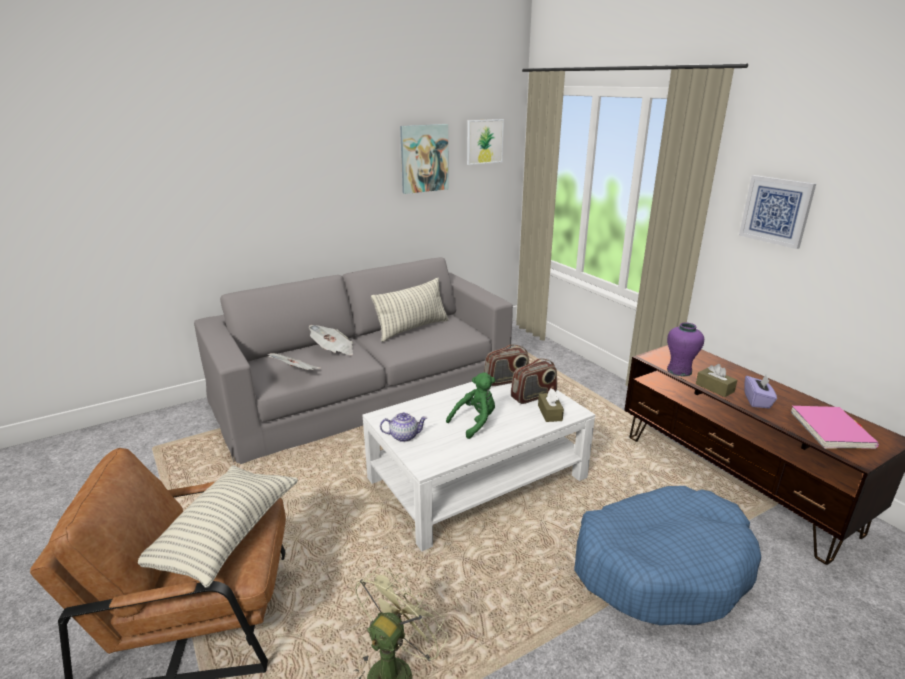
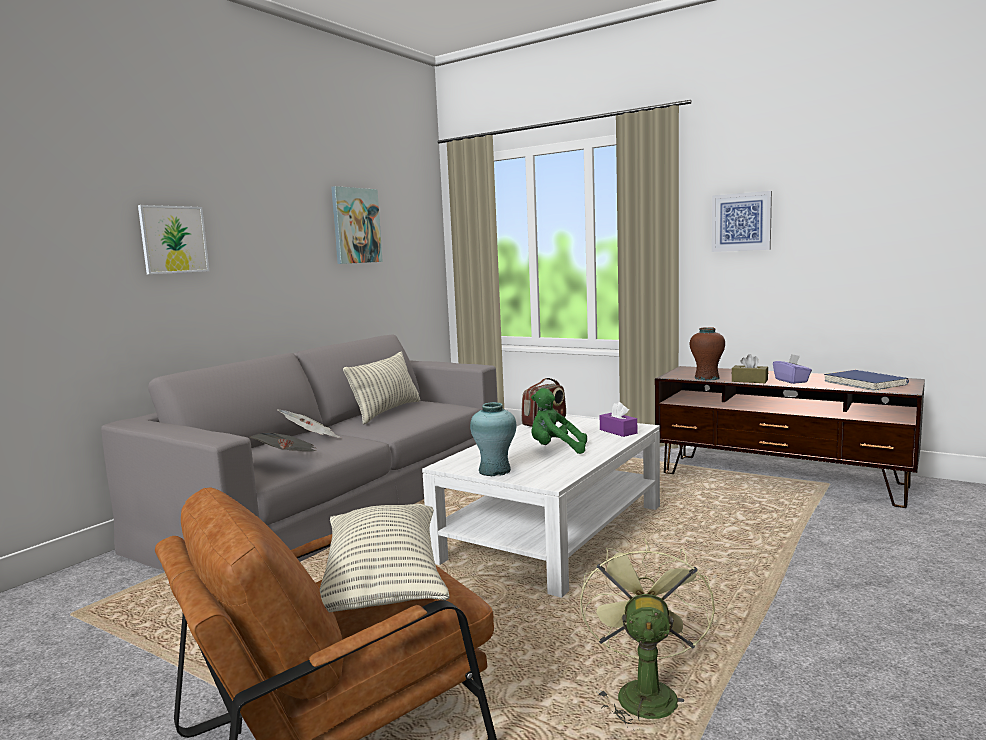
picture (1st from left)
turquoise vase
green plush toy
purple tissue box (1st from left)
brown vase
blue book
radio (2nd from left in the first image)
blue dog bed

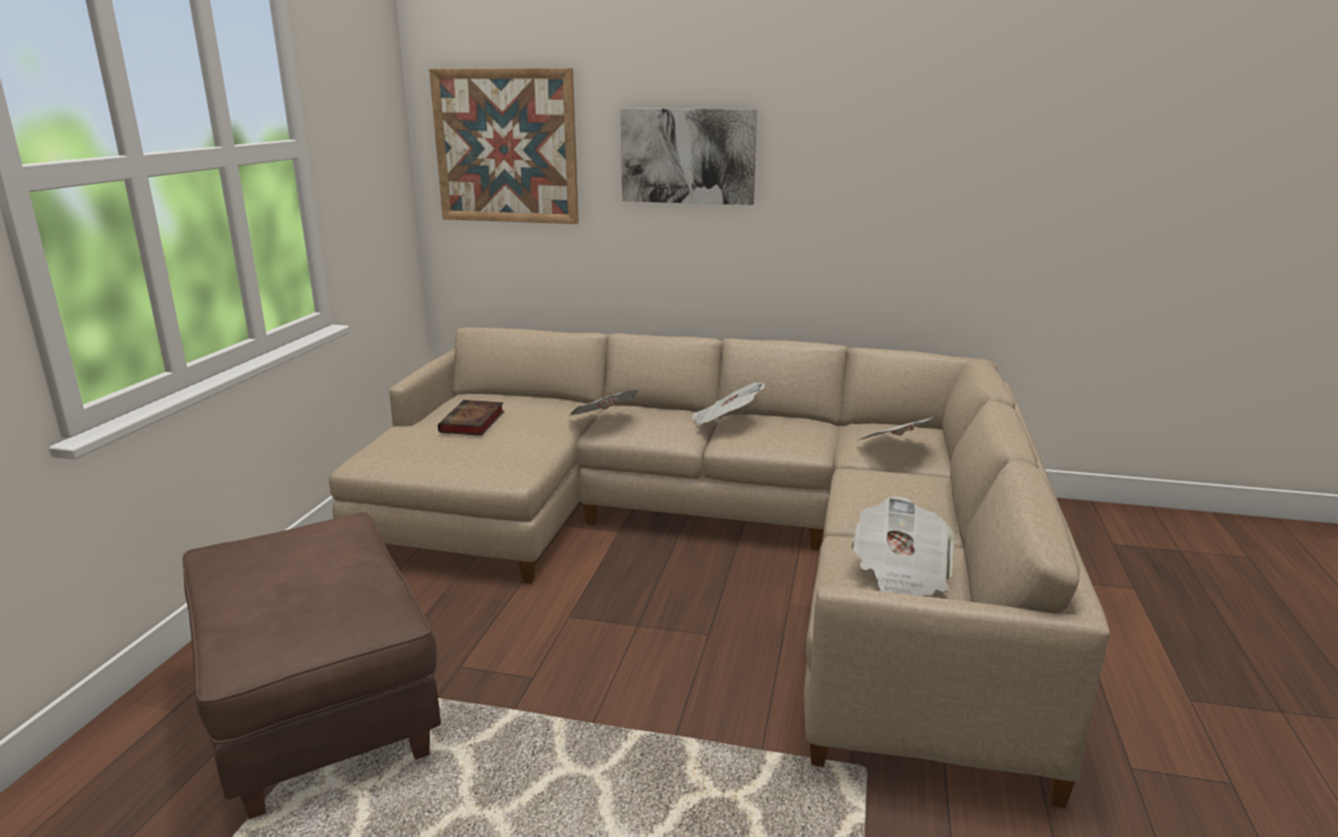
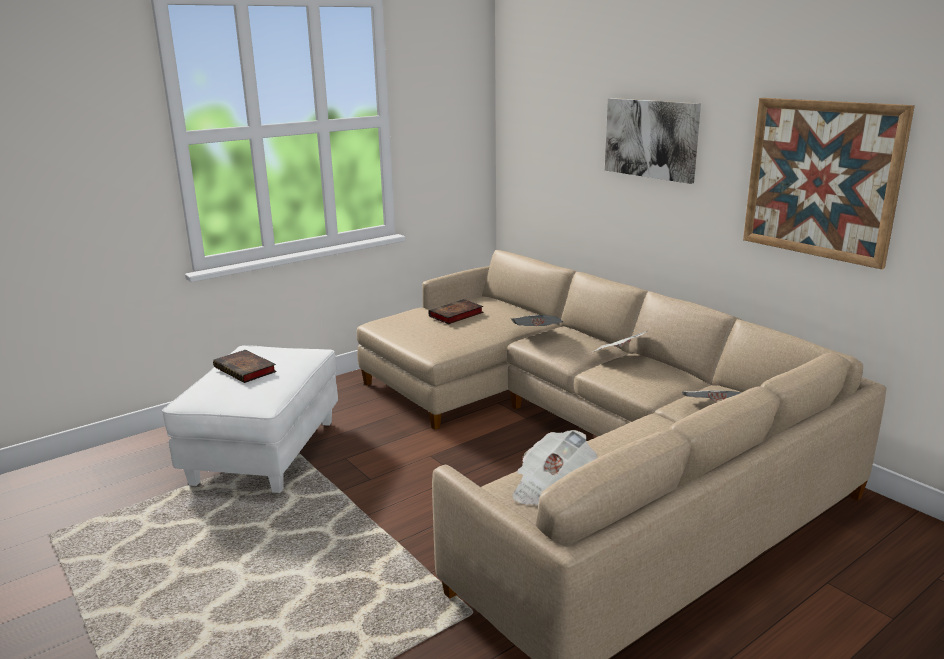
white ottoman
book (1st from left)
picture (2nd from left)

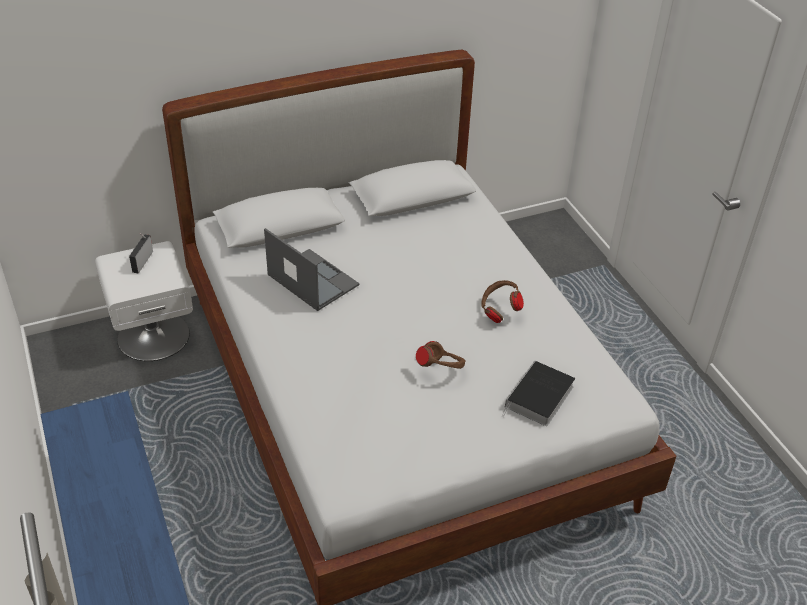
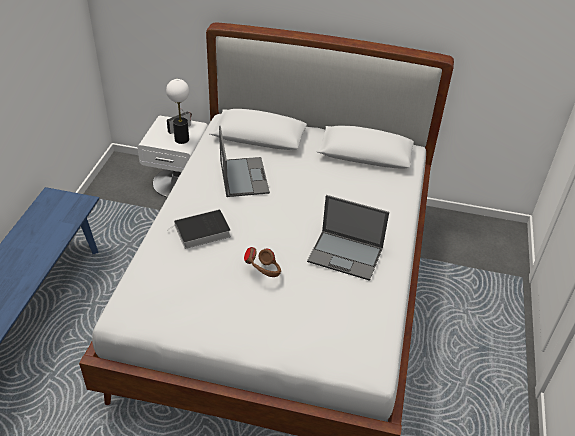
table lamp
book
laptop (2nd from left)

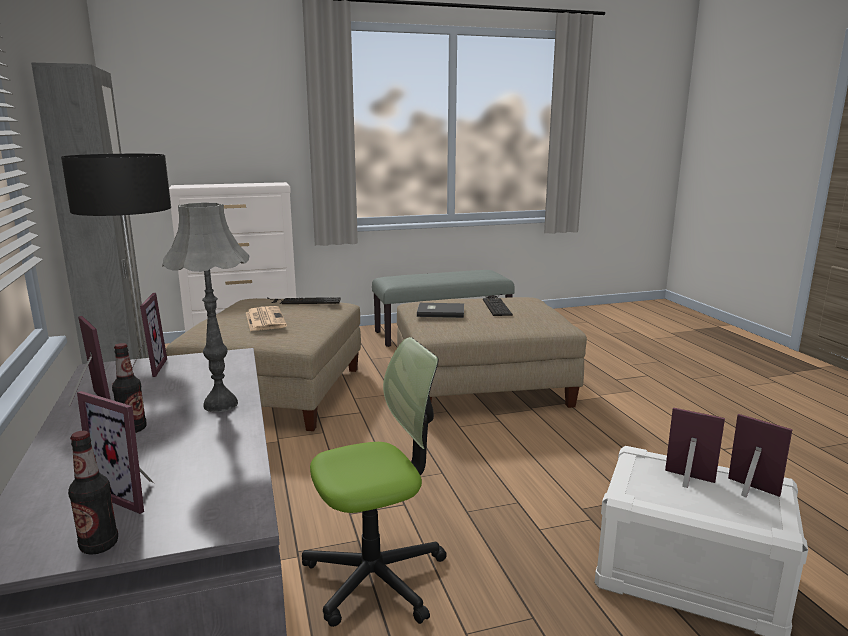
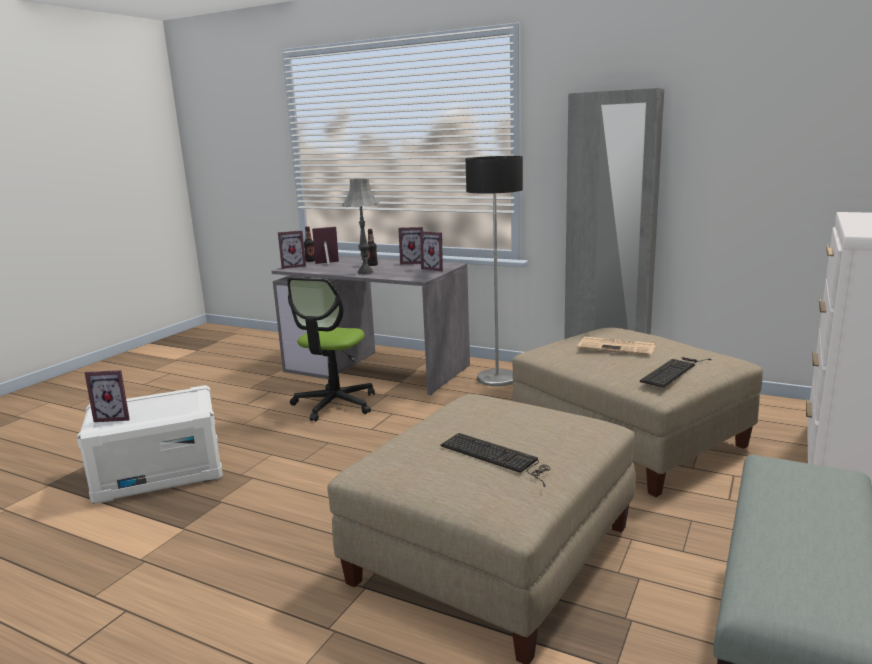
picture frame (2nd from left)
grey book

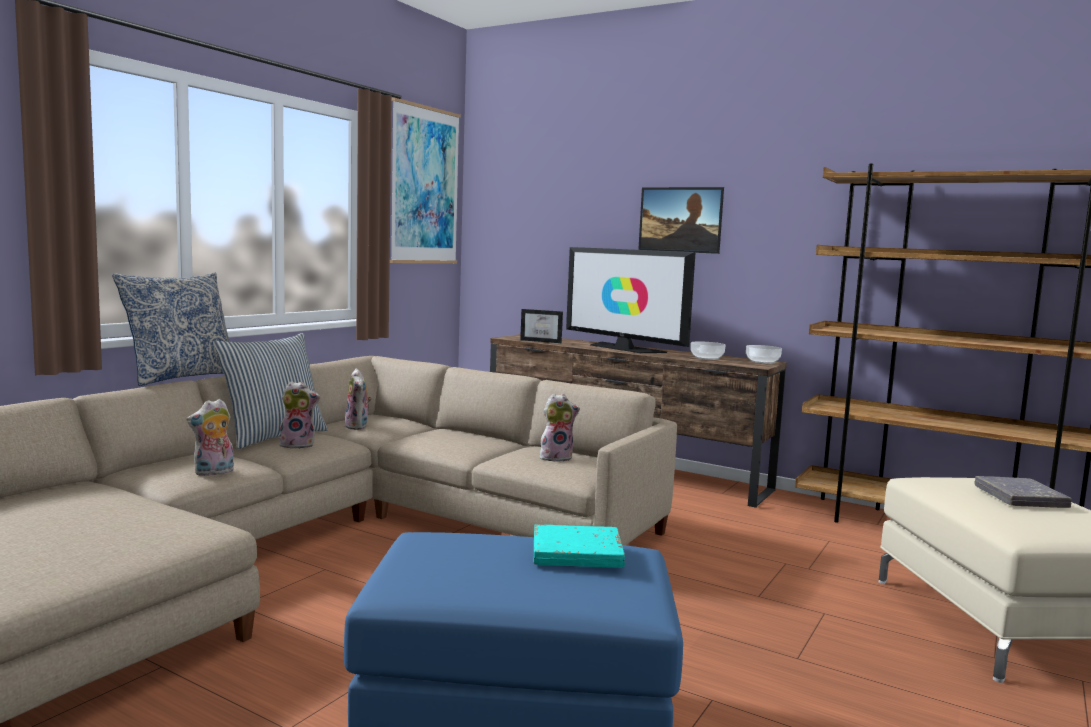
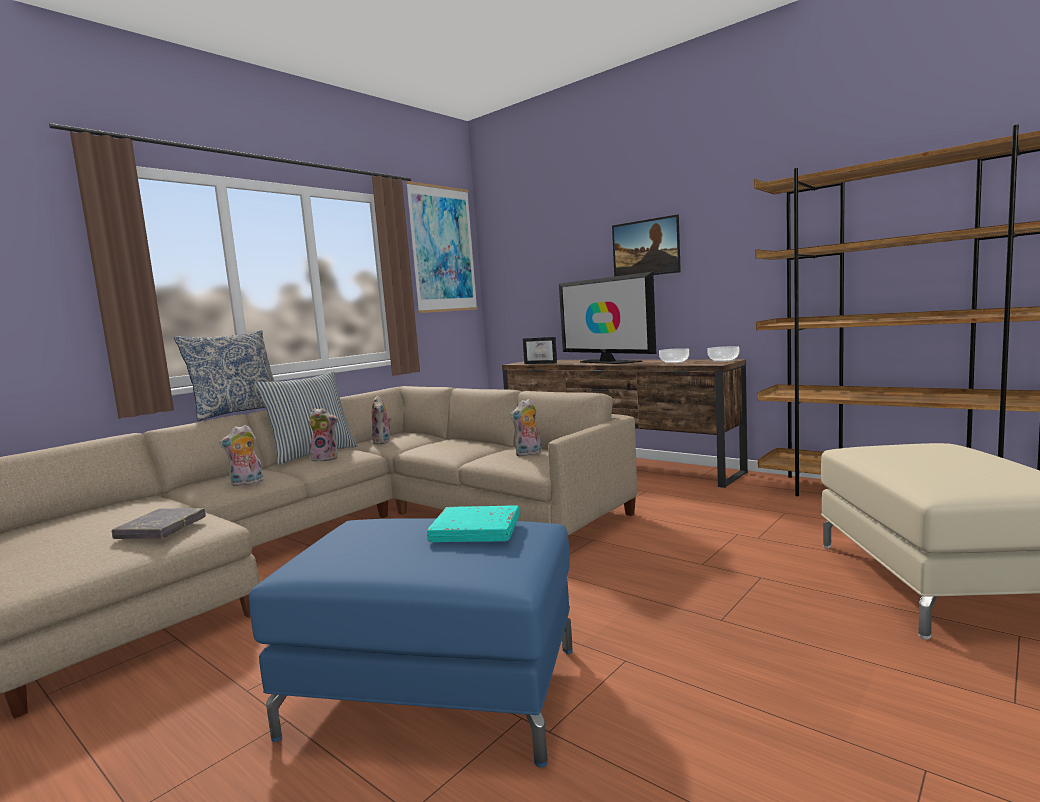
grey book
plush toy (4th from left)

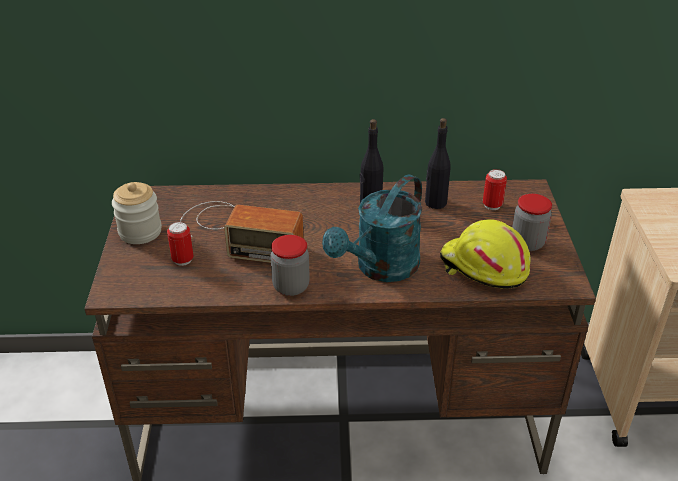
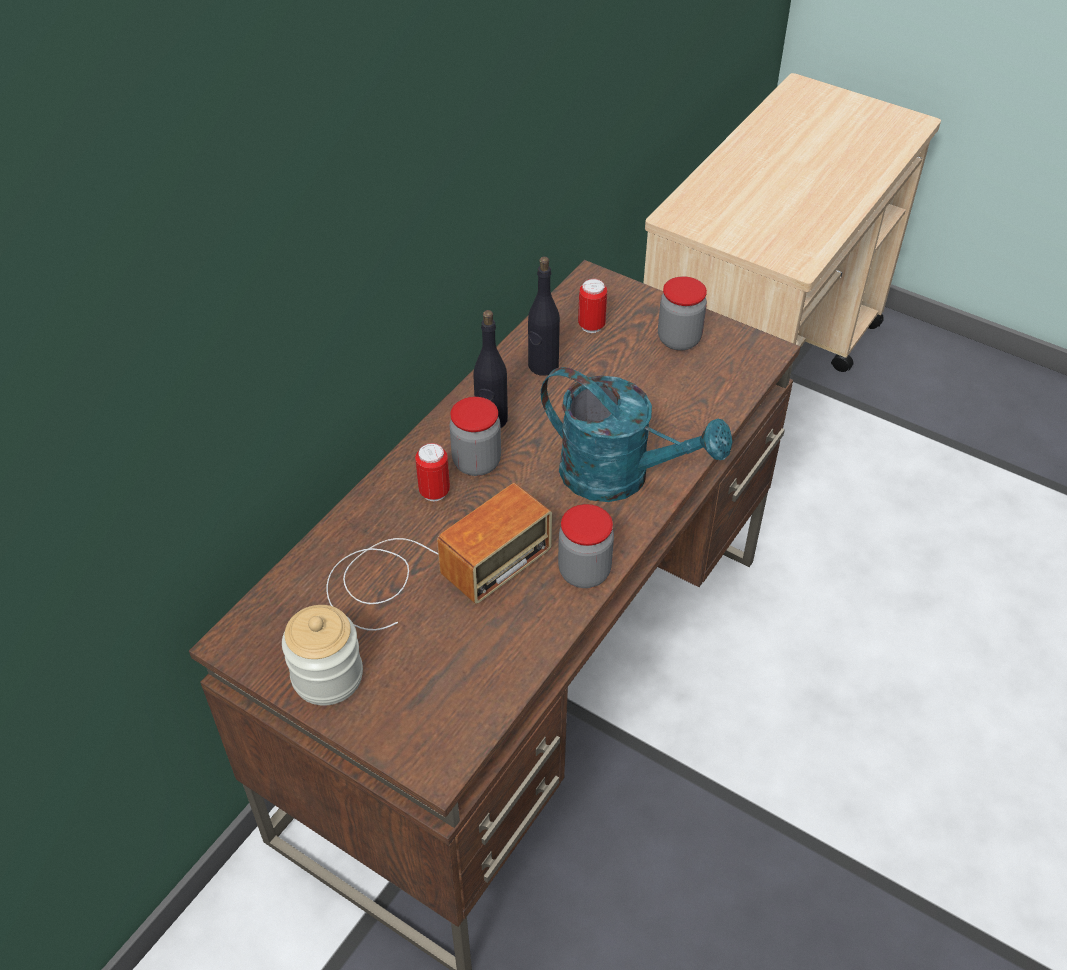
can (1st from left)
jar (2nd from left)
turquoise watering can
yellow hard hat

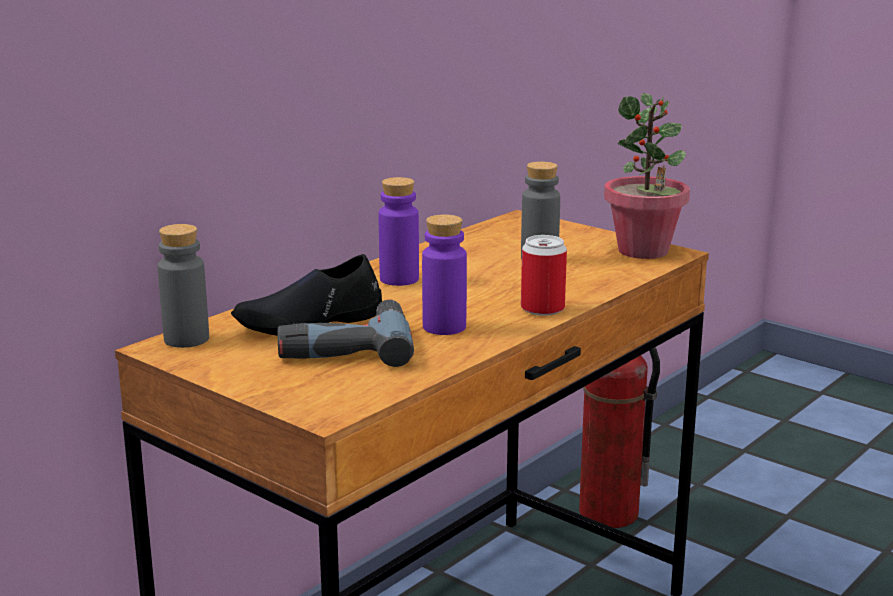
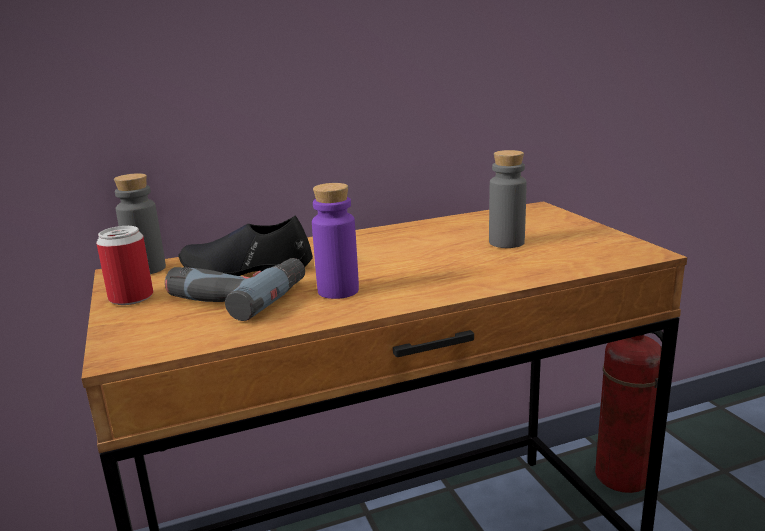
can
purple bottle (1st from left in the first image)
potted plant

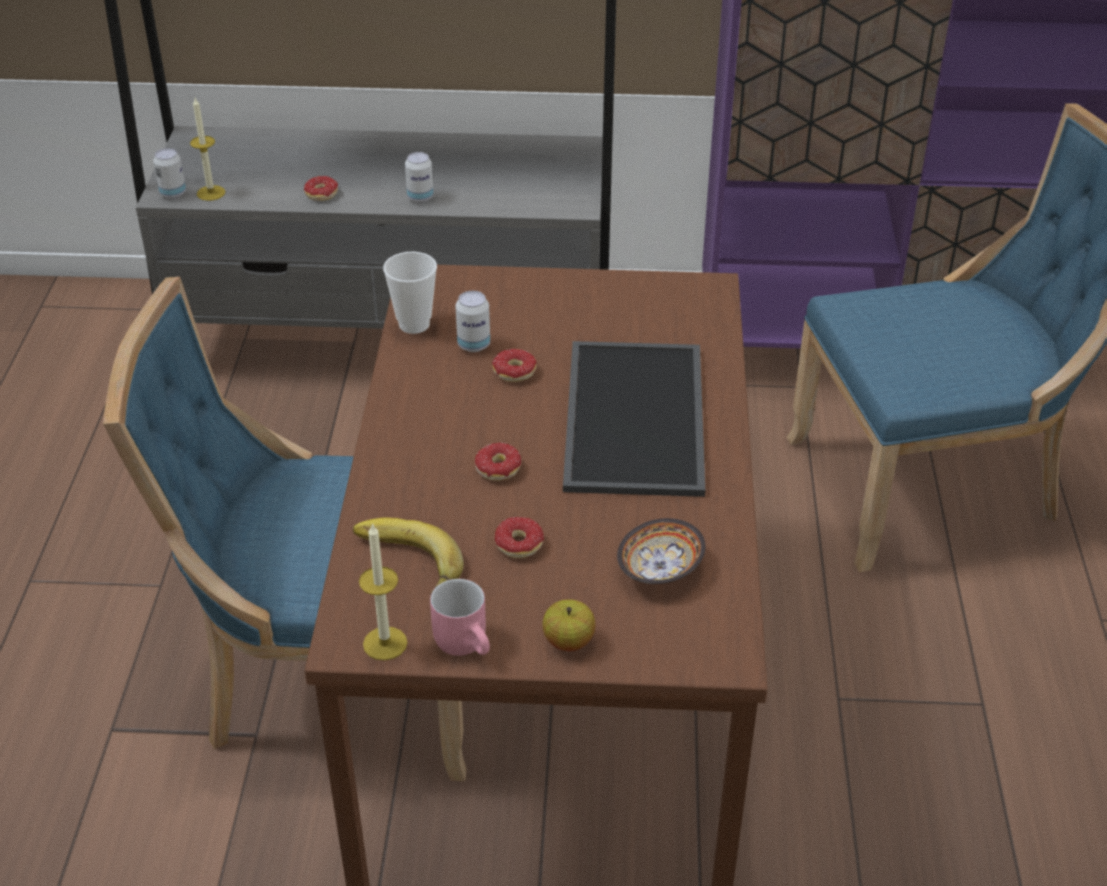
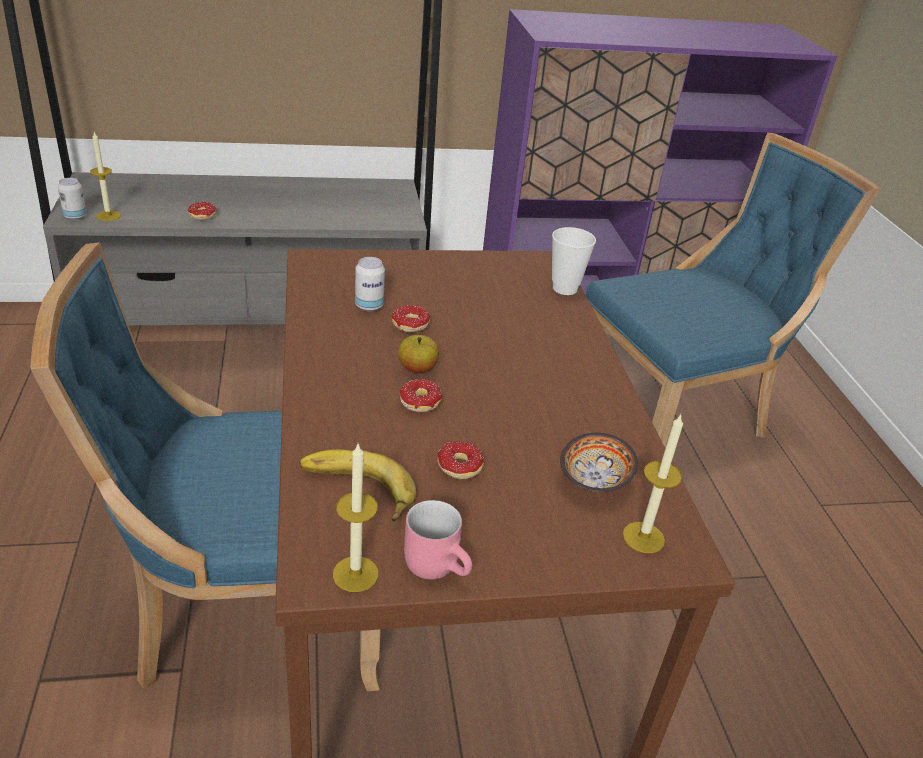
apple
cup
candle (3rd from left)
can (2nd from left in the first image)
tray

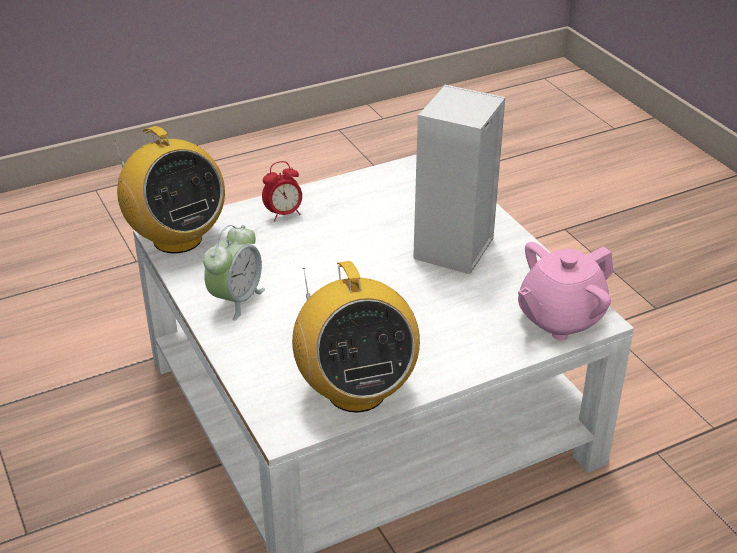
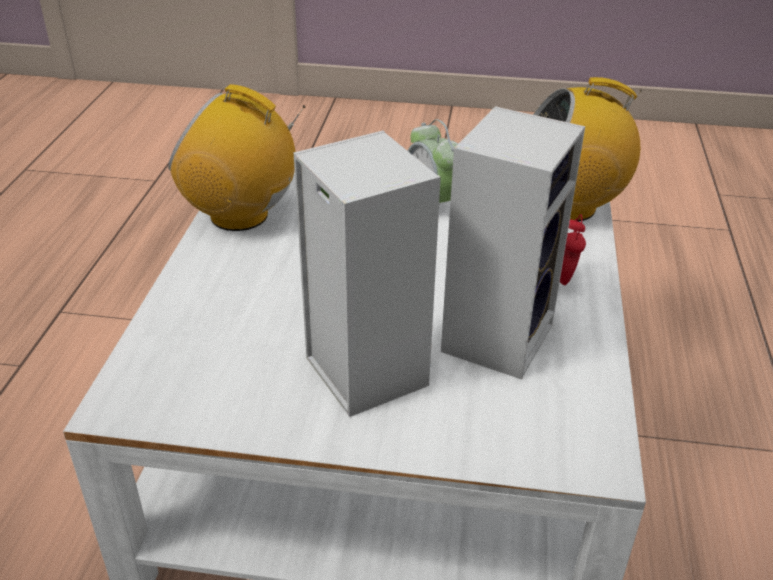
speaker (2nd from left)
pink teapot

